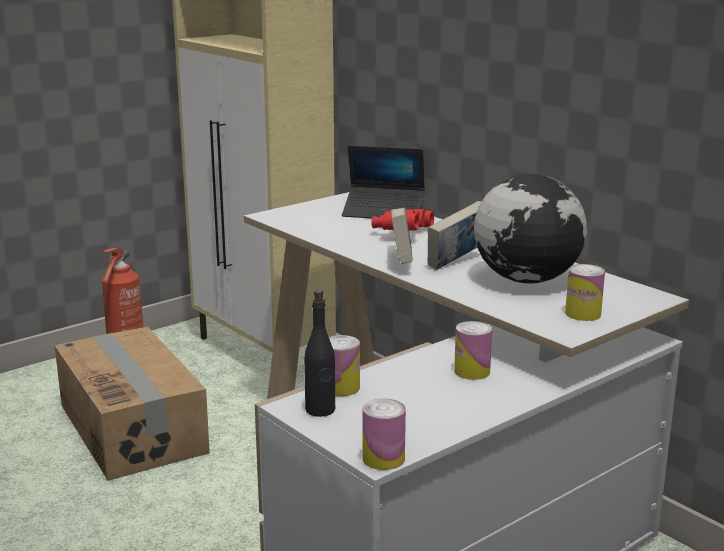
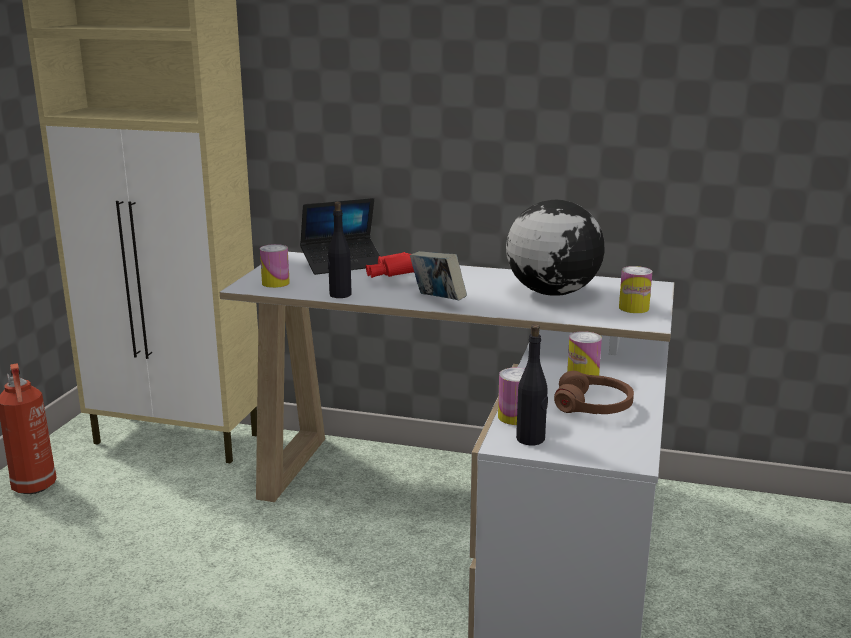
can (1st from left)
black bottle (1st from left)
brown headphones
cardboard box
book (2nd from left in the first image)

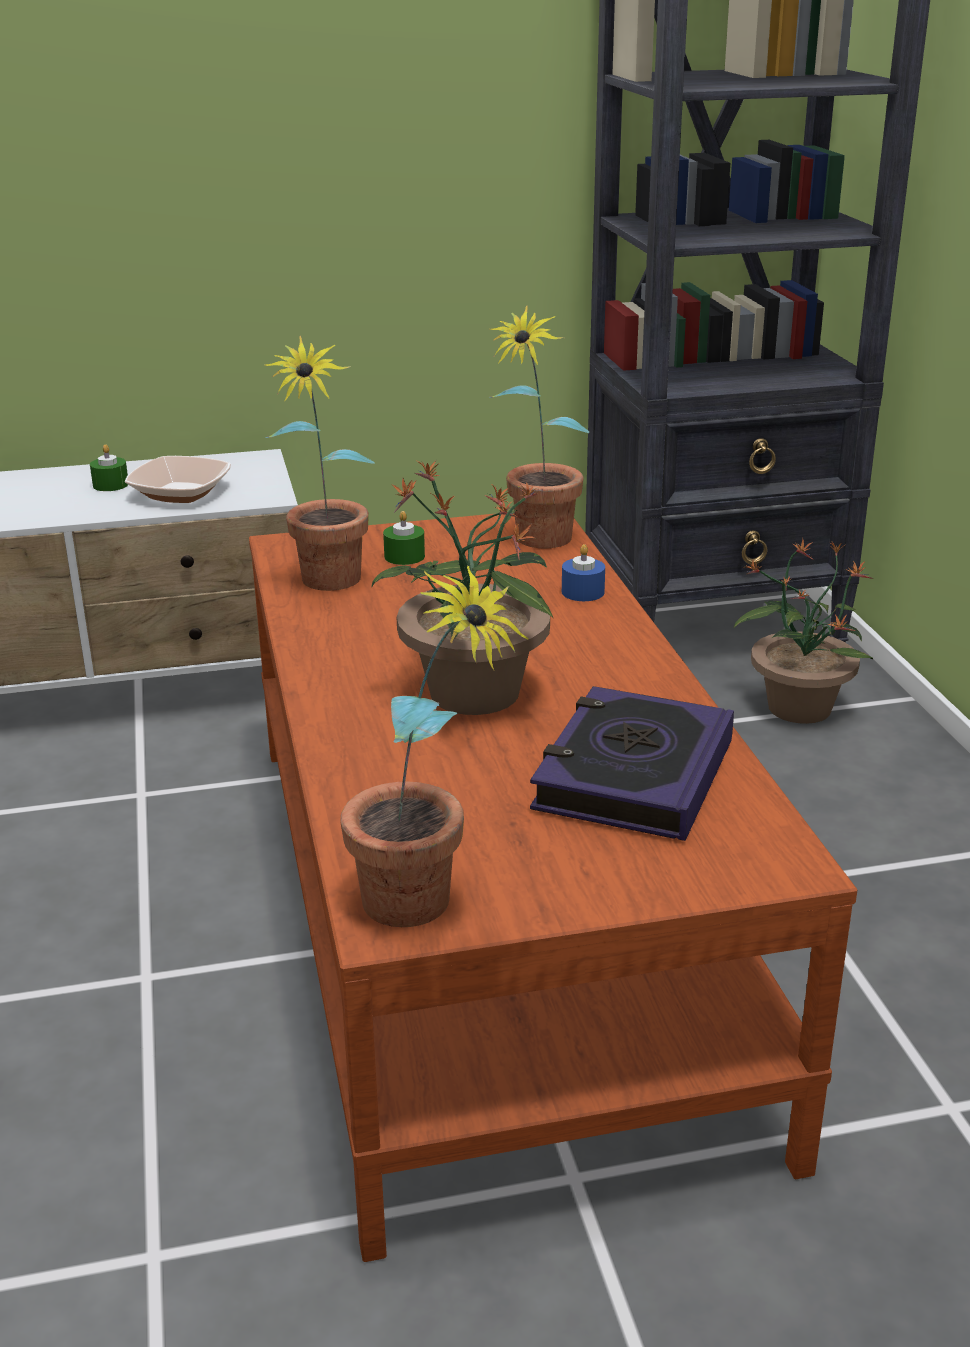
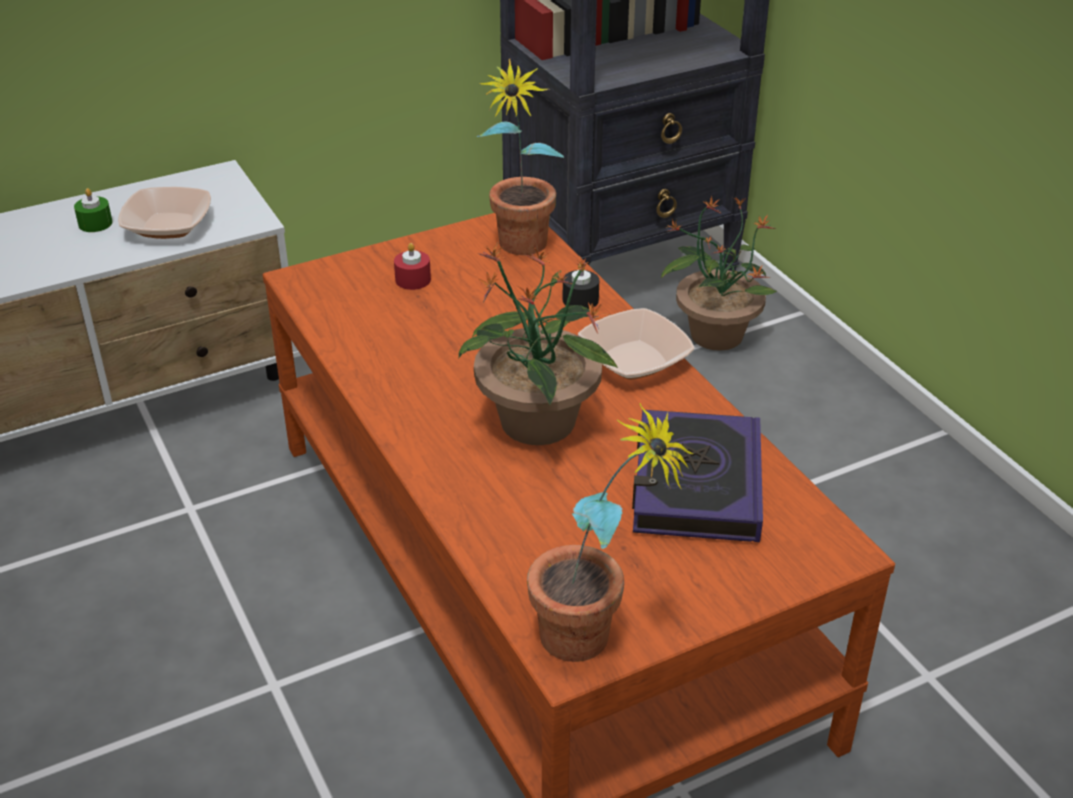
red candle
black candle
bowl (2nd from left)
potted plant (1st from left in the first image)

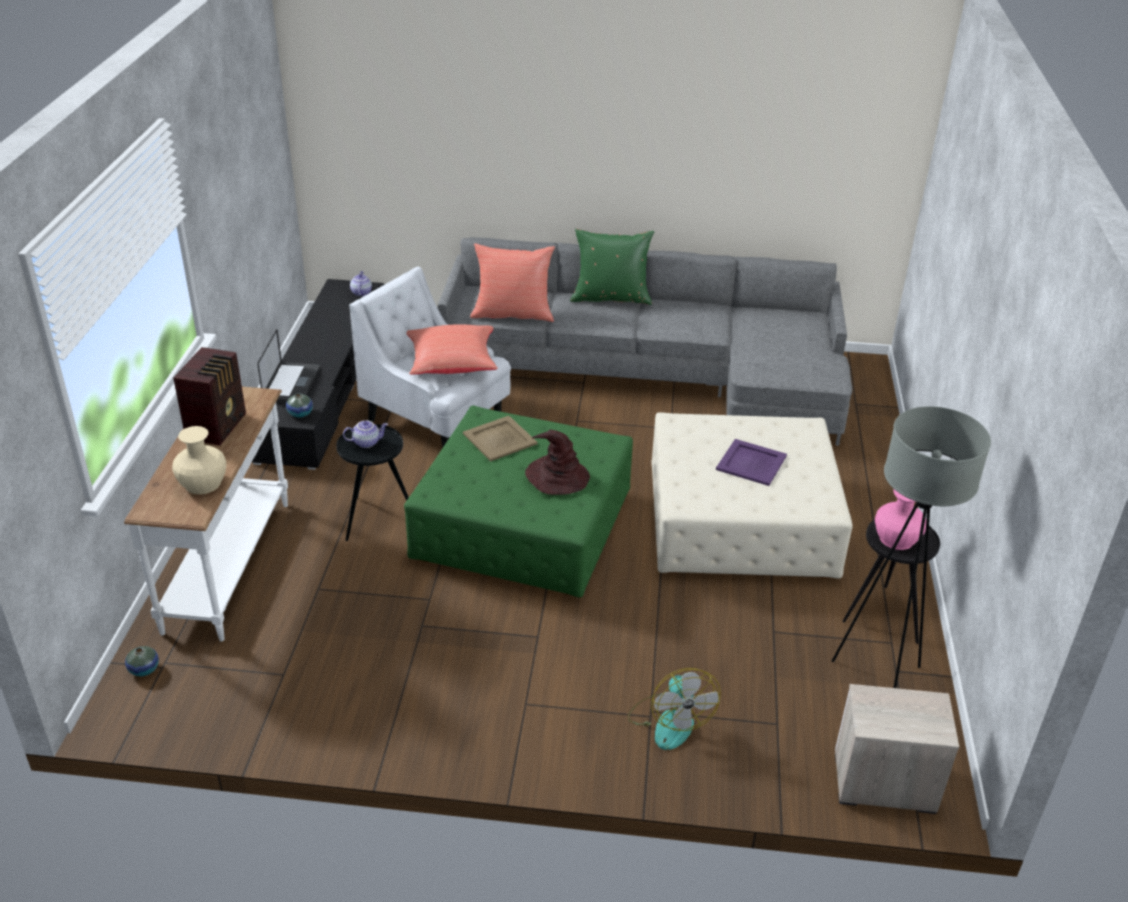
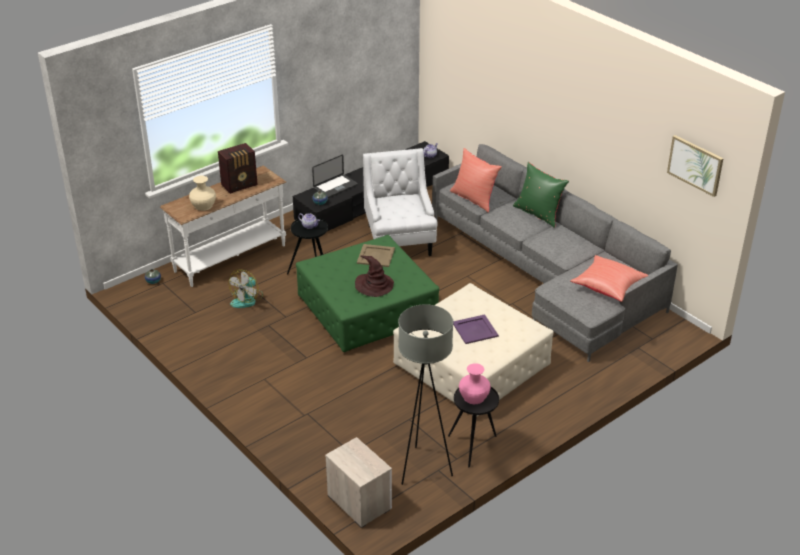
fan
red pillow (2nd from left)
picture

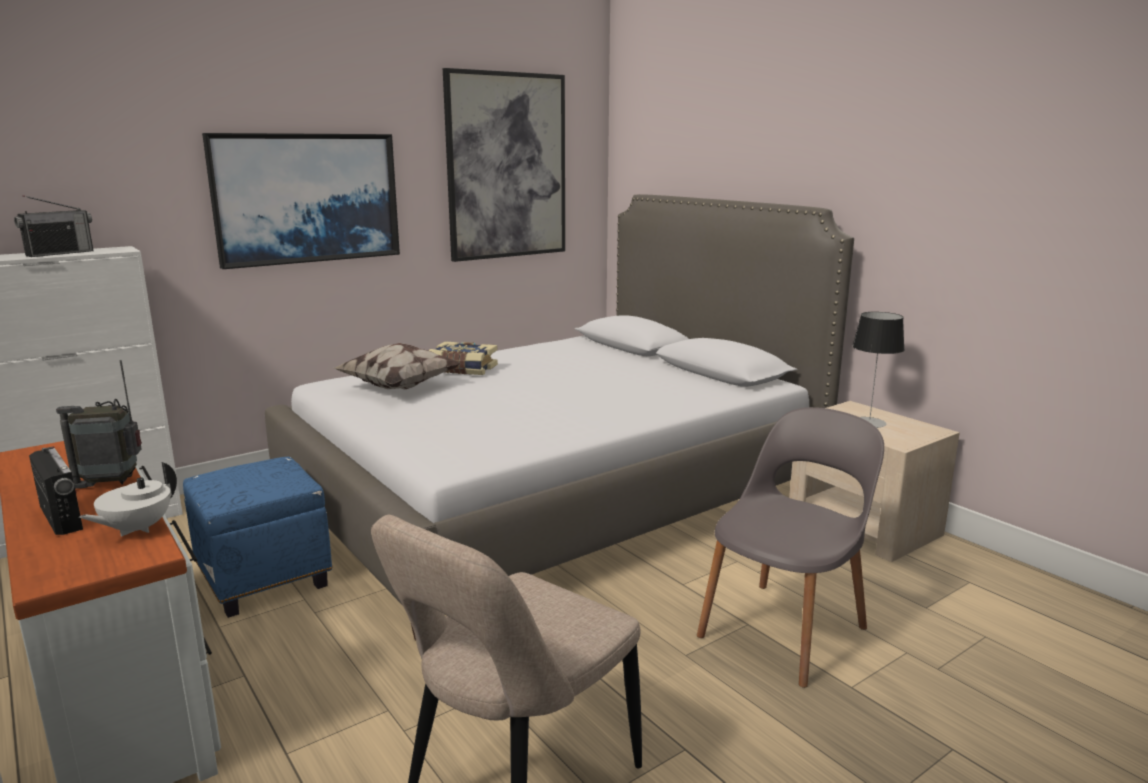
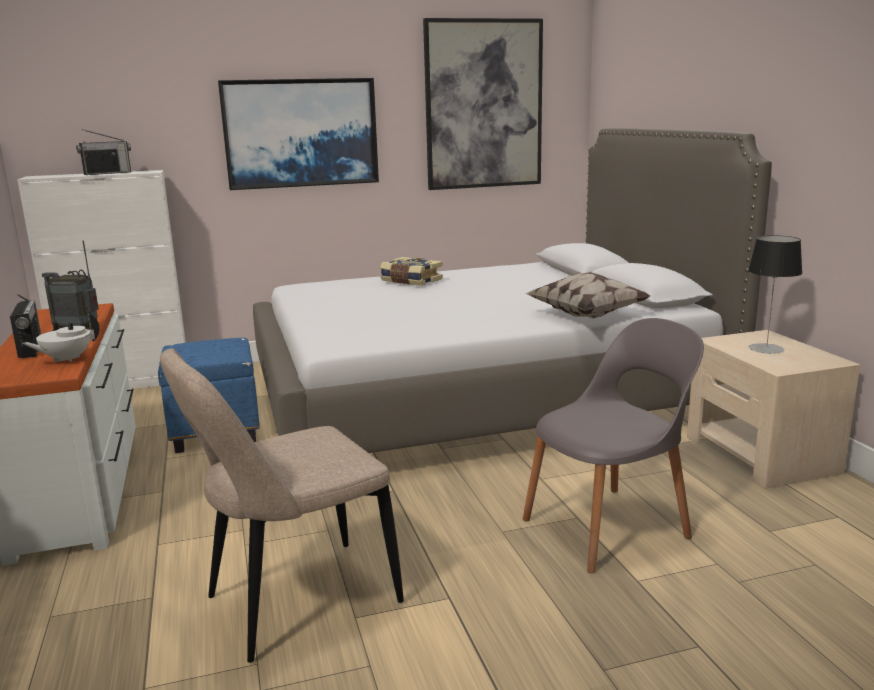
pillow

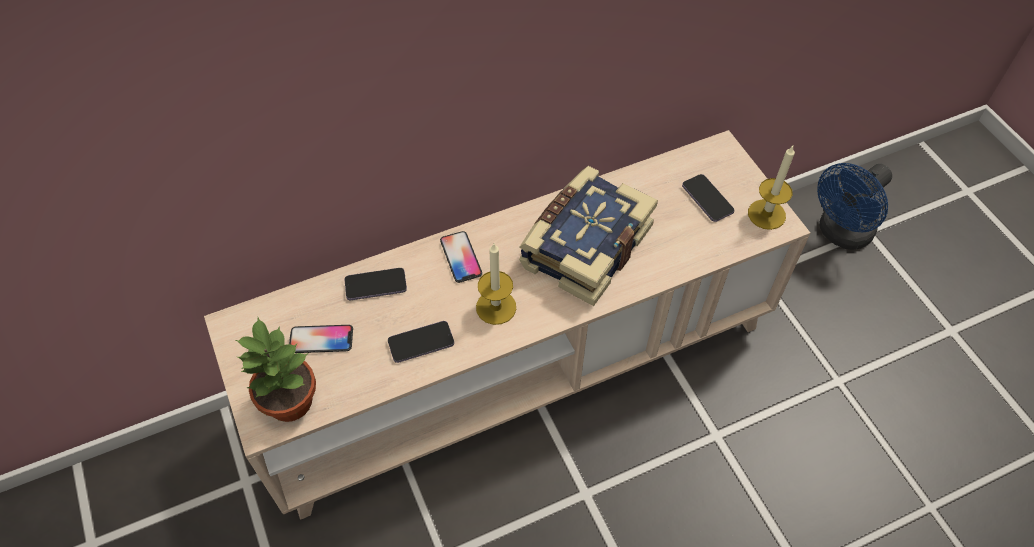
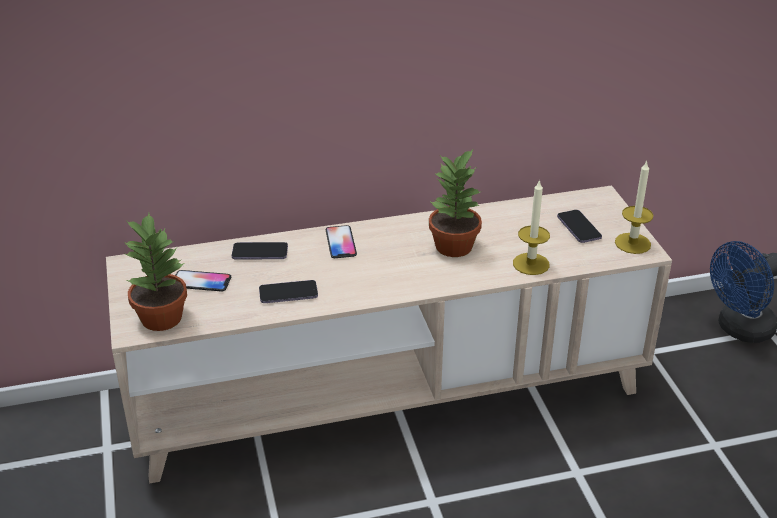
potted plant (2nd from left)
candle (1st from left)

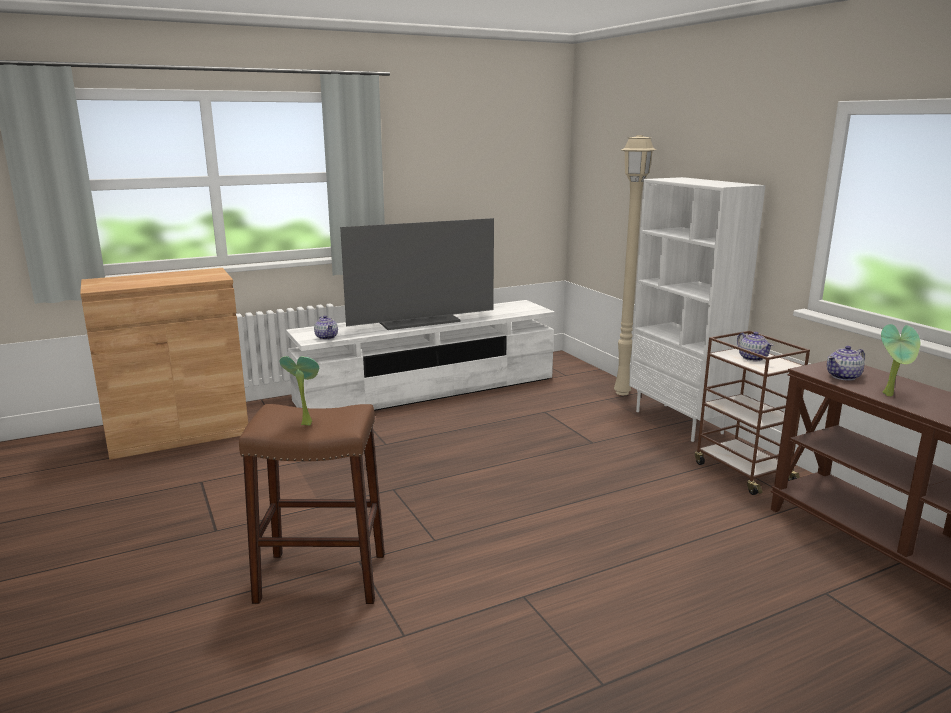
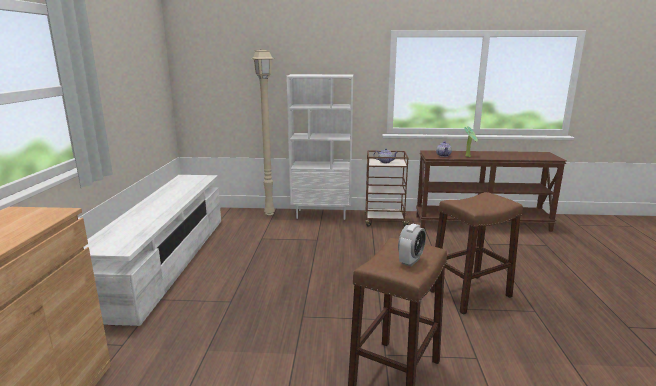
alarm clock
brown stool (2nd from left)
teapot (1st from left in the first image)
television

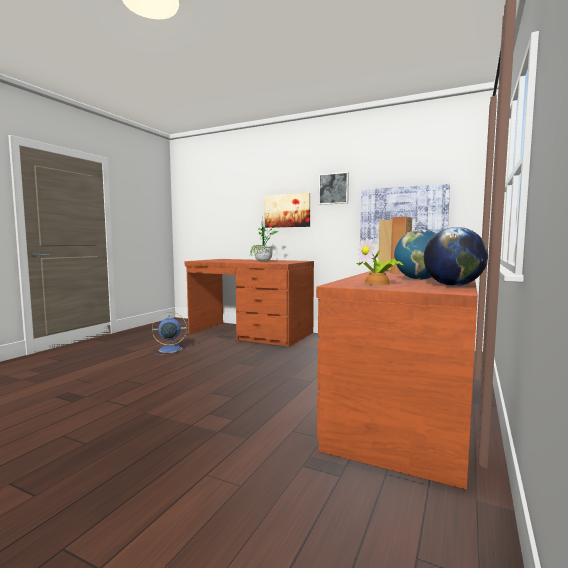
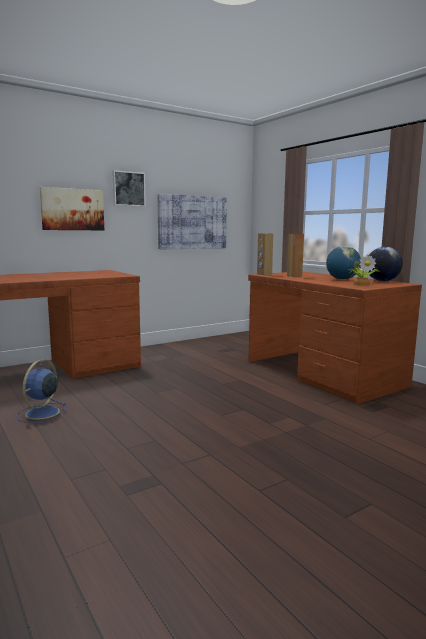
potted plant (1st from left in the first image)

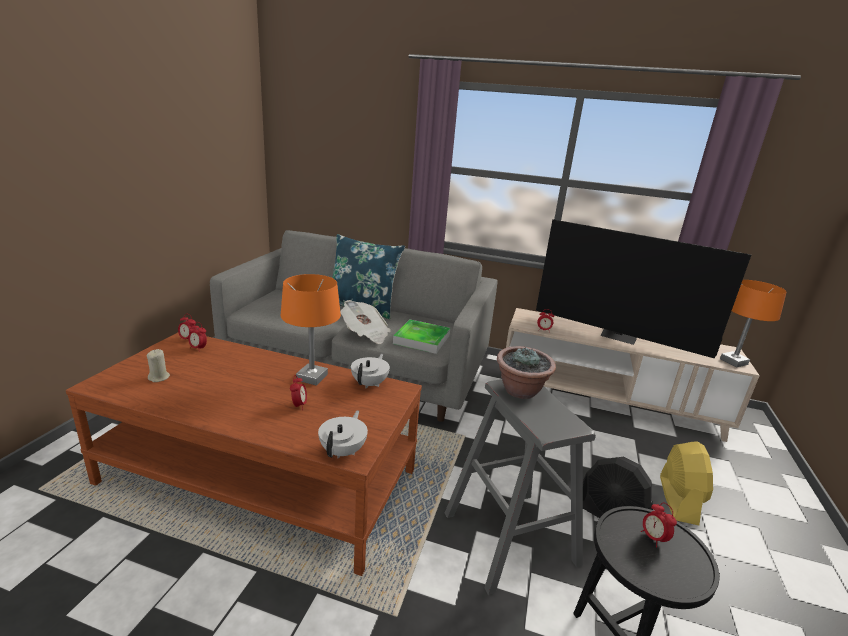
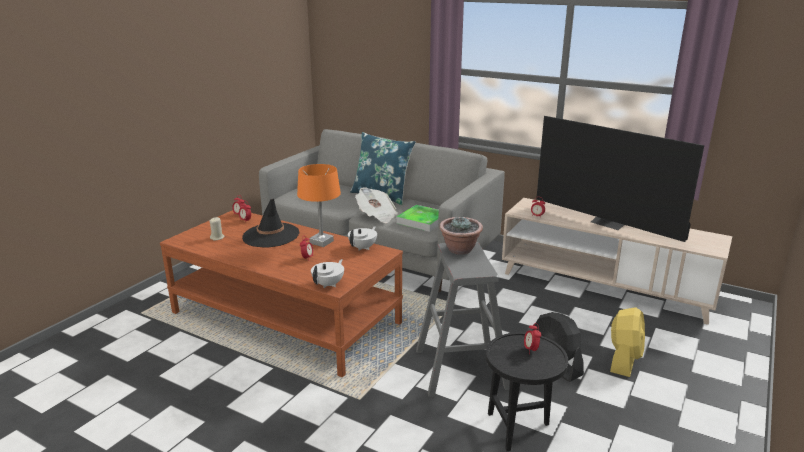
black hat
orange table lamp (2nd from left in the first image)

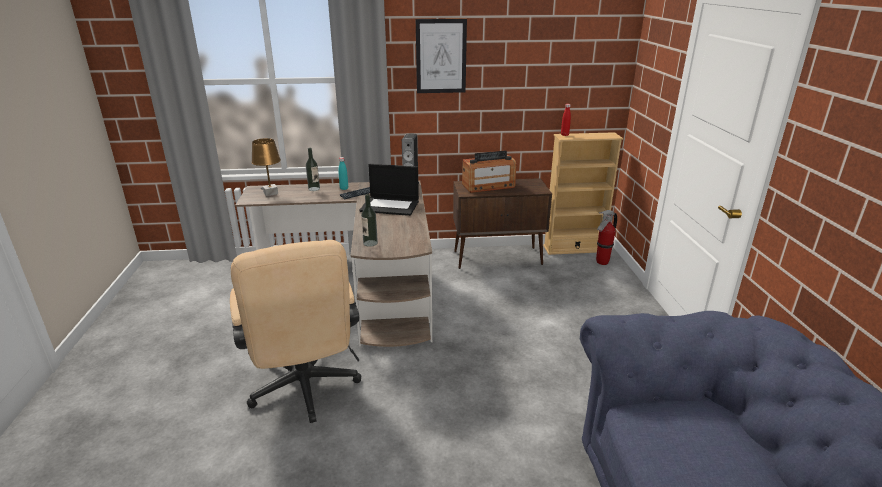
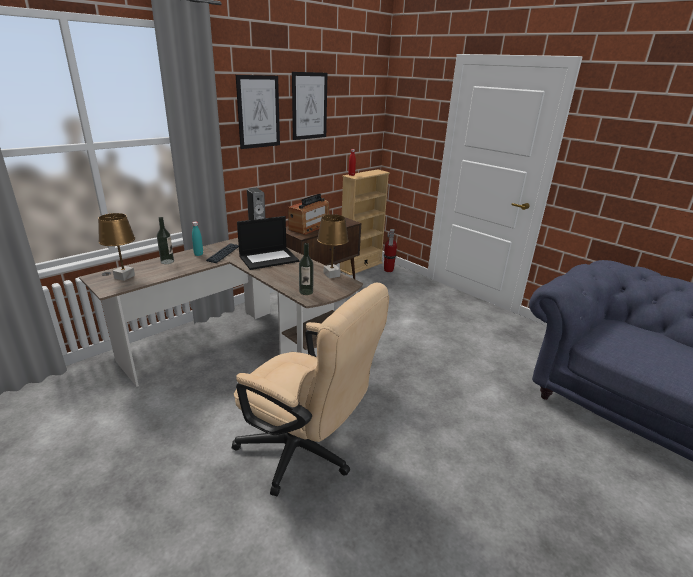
picture (2nd from left)
brown table lamp (2nd from left)

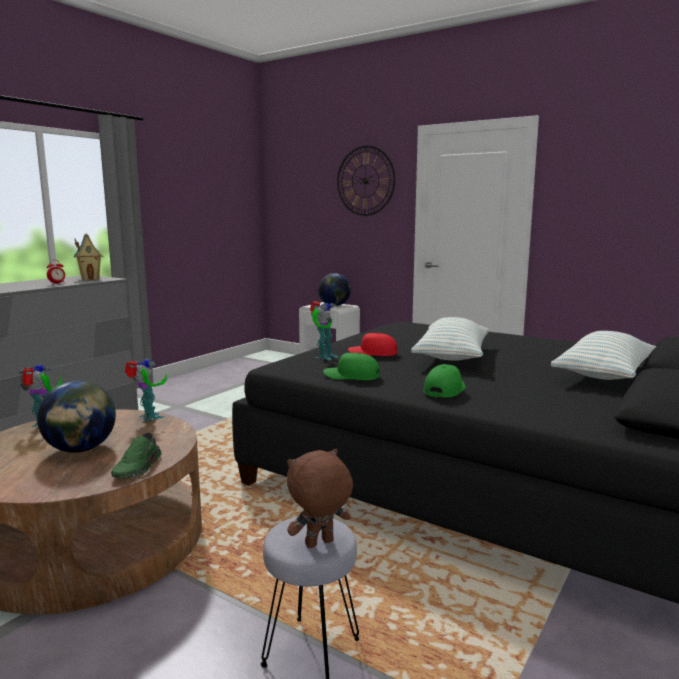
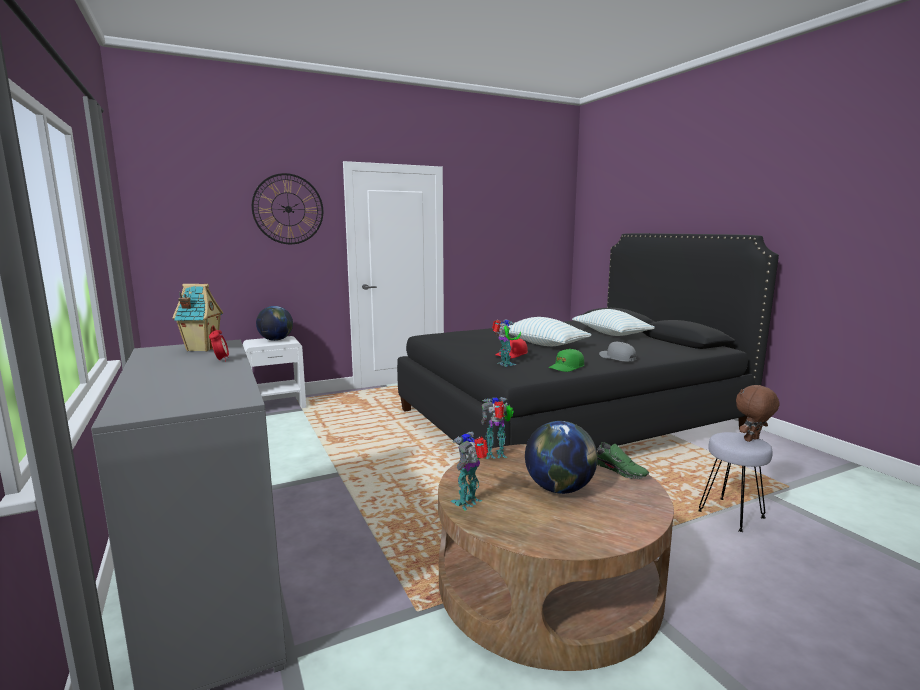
grey cap
brown plush toy

